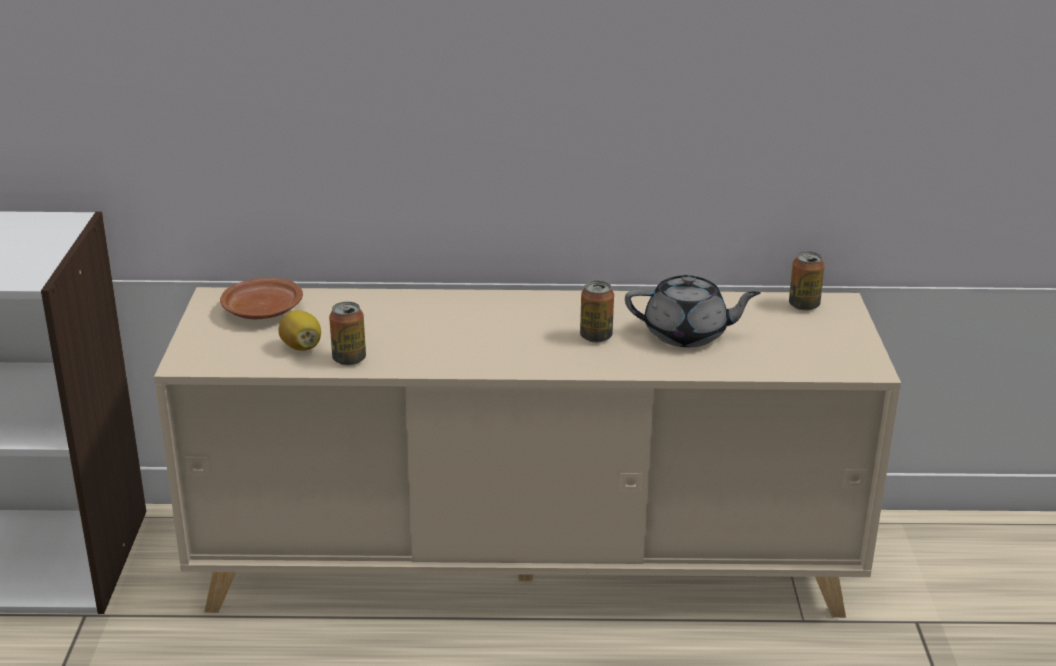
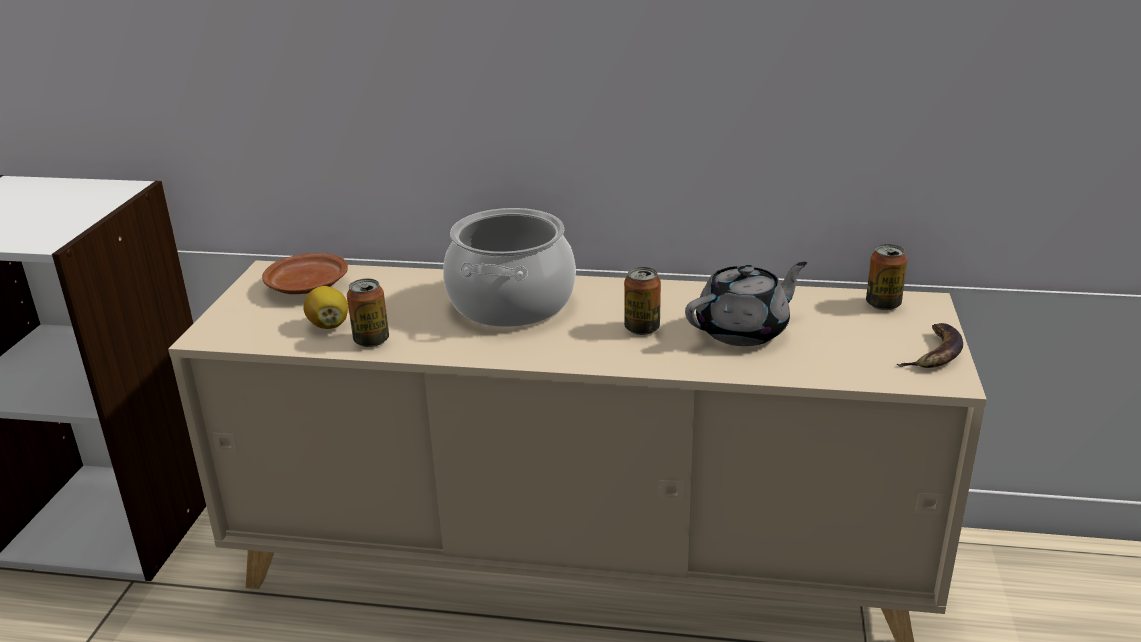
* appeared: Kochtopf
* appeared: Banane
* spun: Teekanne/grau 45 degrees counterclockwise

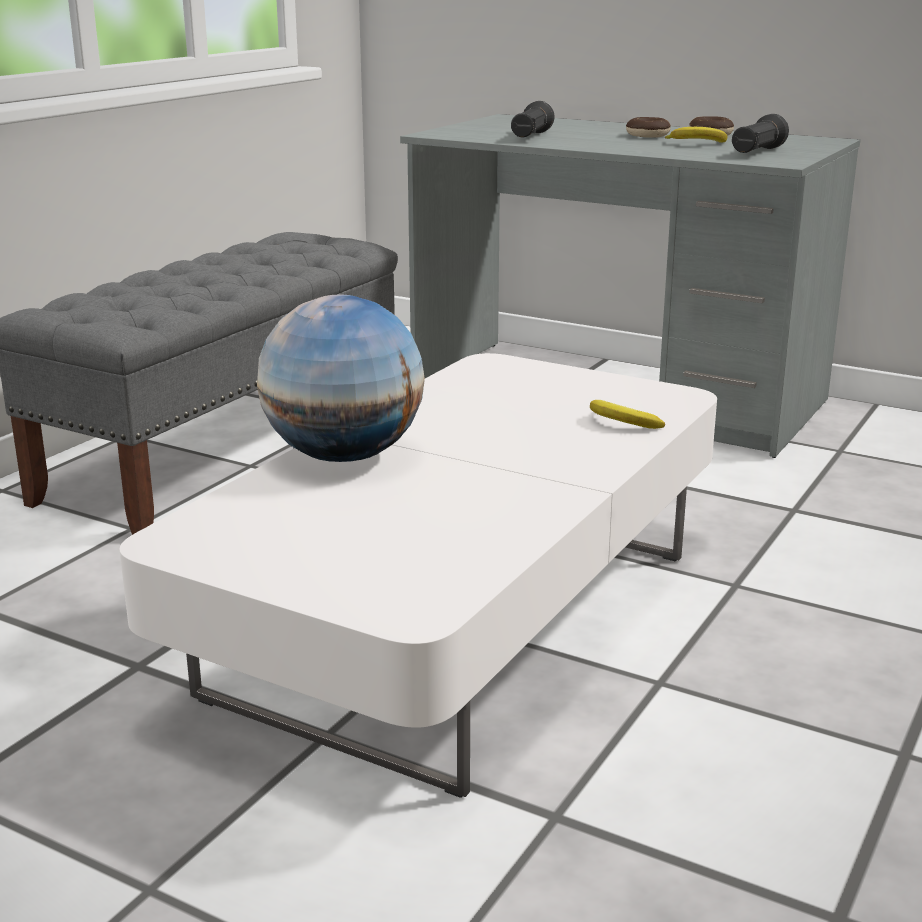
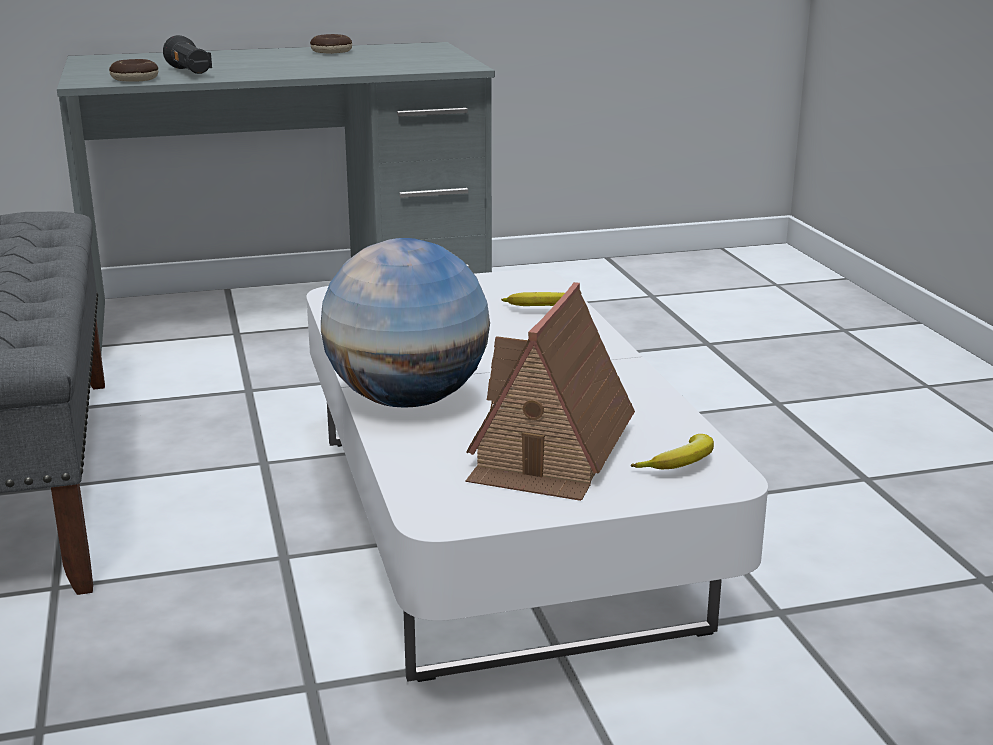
* missing: Taschenlampe/schwarz (no. 2 from left)
* appeared: Spielzeughaus
* relocated: Donut (no. 1 from left)
* relocated: Banane (no. 2 from left)

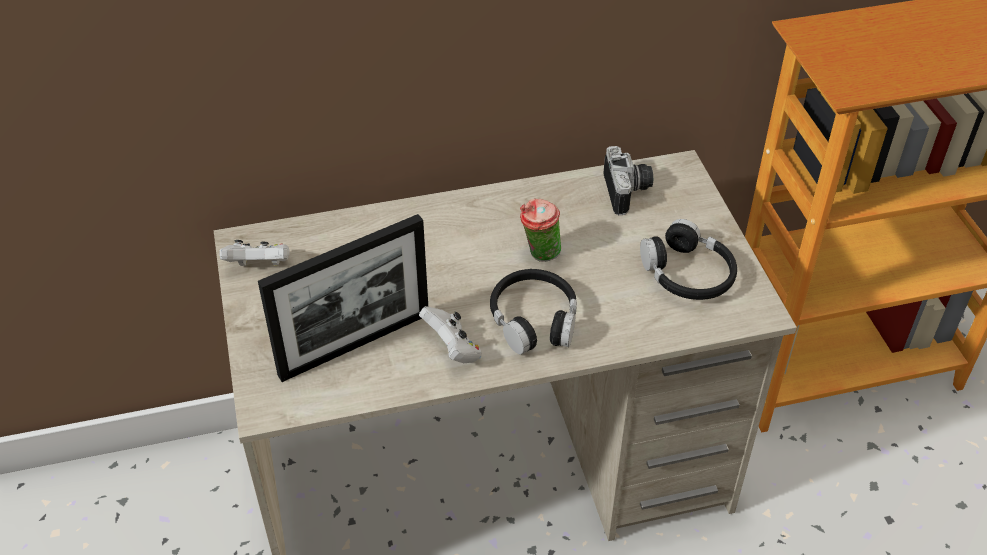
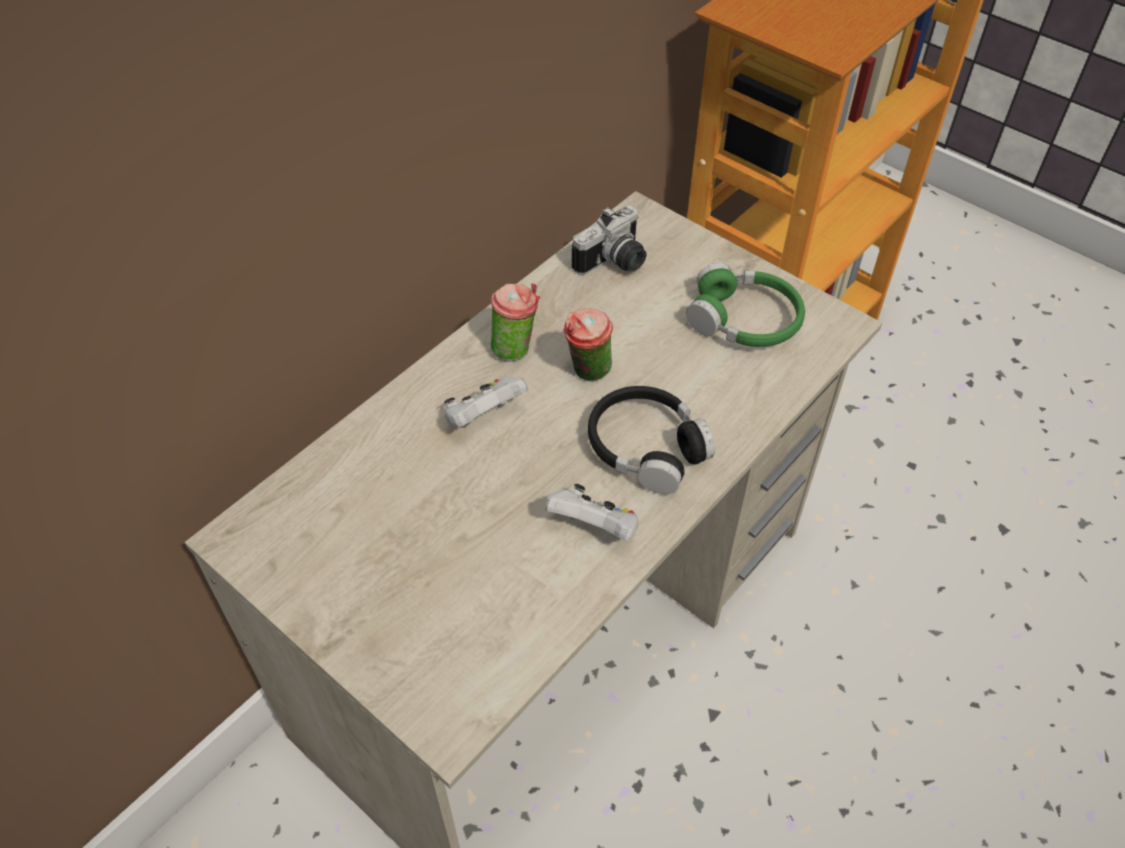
* missing: Bilderrahmen
* appeared: Tasse (no. 1 from left)
* relocated: Gamepad/weiß (no. 1 from left)
* colour: Kopfhörer/schwarz (no. 2 from left) to Kopfhörer/grün
* spun: Kamera 90 degrees clockwise

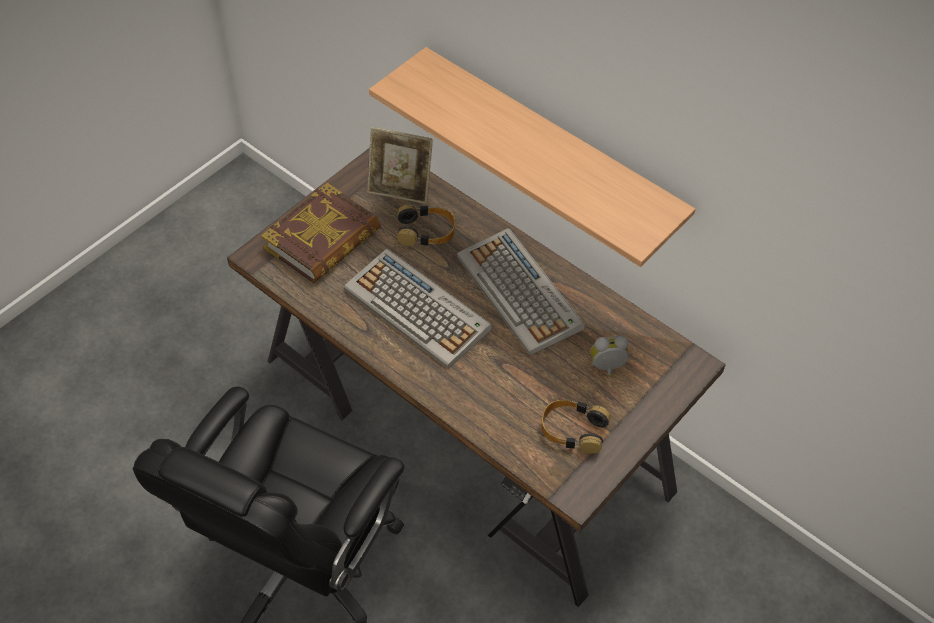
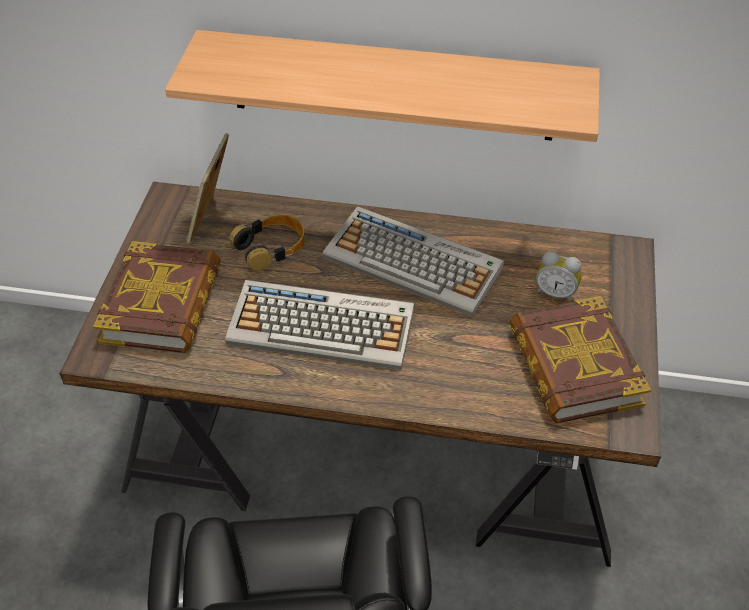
* exchanged: Kopfhörer (no. 2 from left) to Buch (no. 2 from left)
* spun: Bilderrahmen 120 degrees clockwise
* spun: Wecker 120 degrees counterclockwise

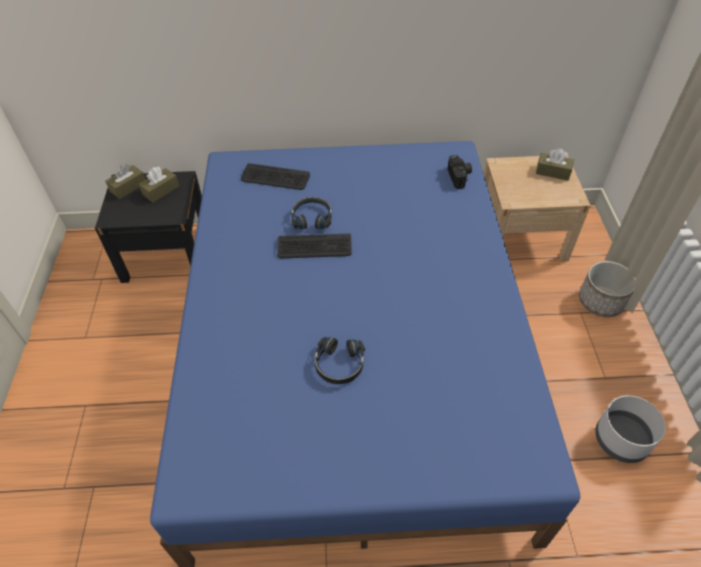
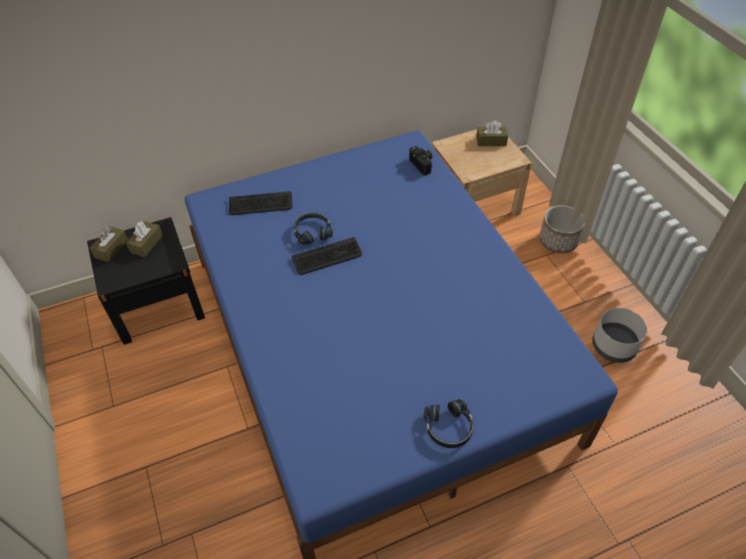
* relocated: Kopfhörer/schwarz (no. 2 from left)

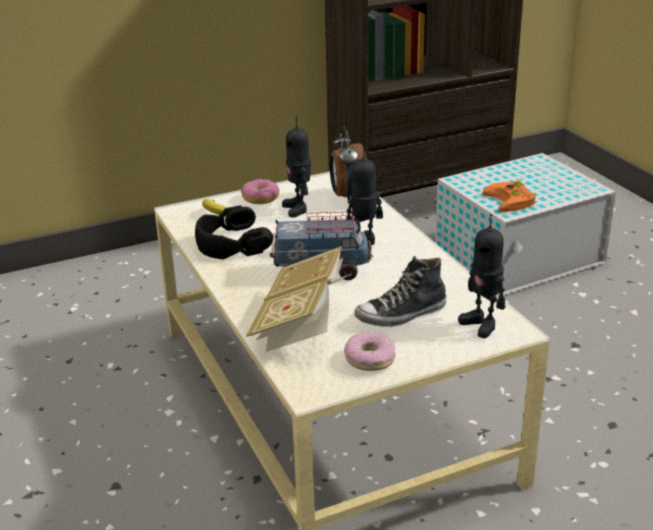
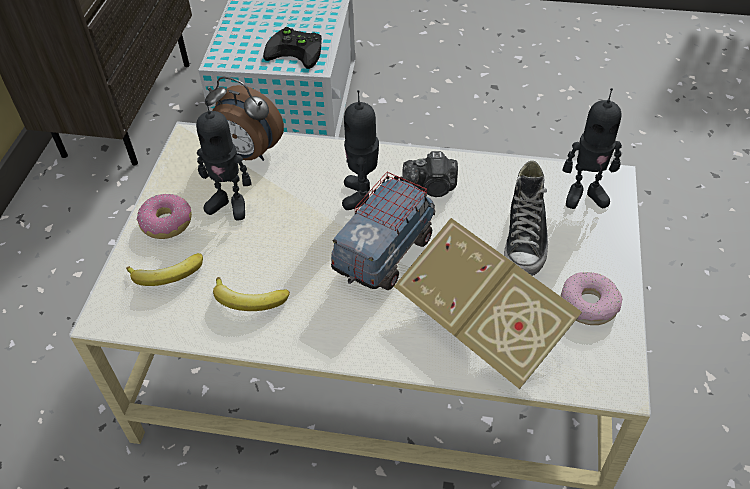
* appeared: Kamera
* exchanged: Kopfhörer/schwarz to Banane (no. 2 from left)
* colour: Gamepad/orange to Gamepad/schwarz

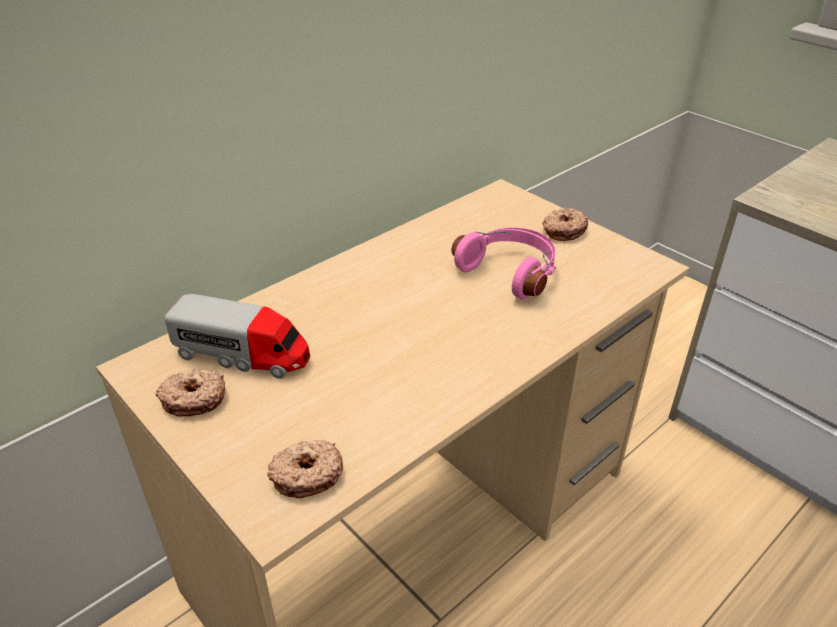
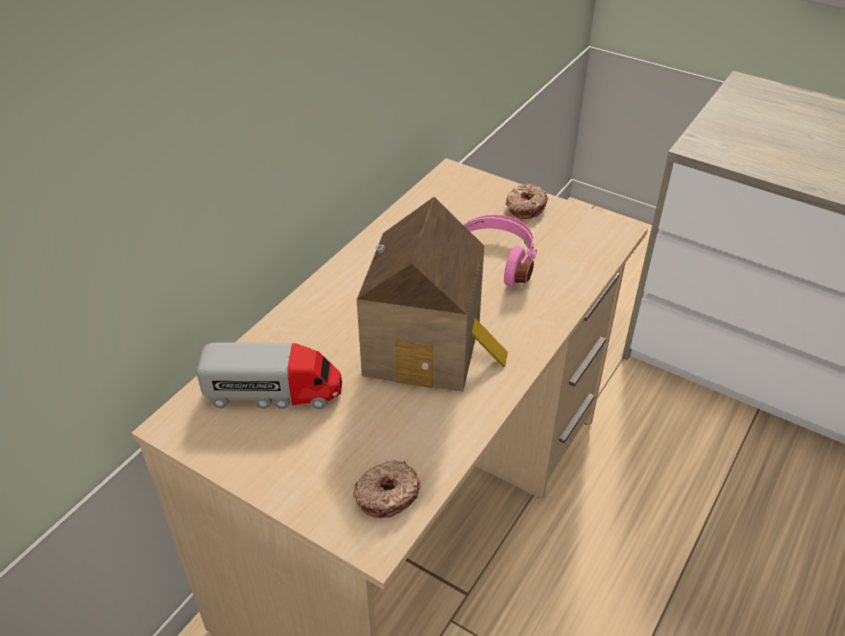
* missing: Donut (no. 1 from left)
* appeared: Spielzeughaus

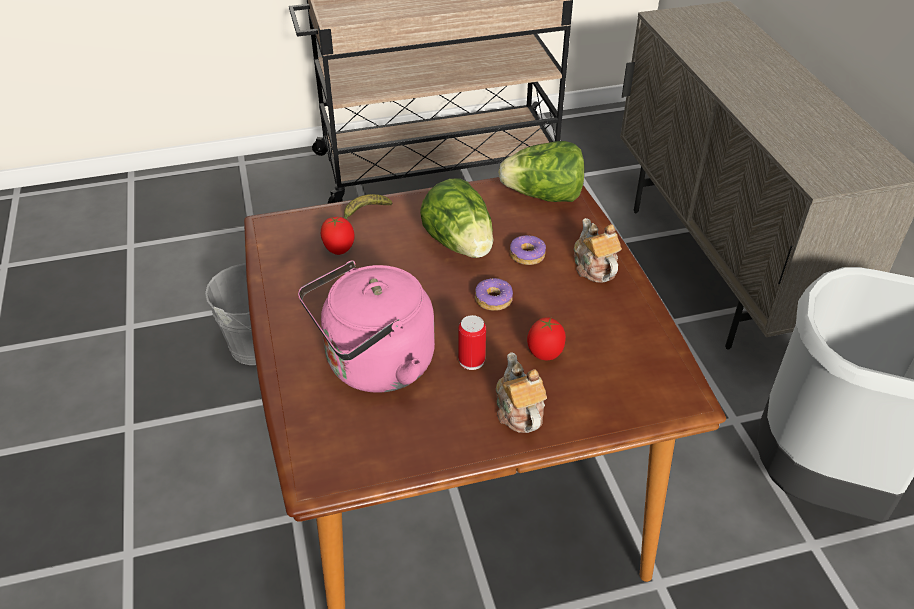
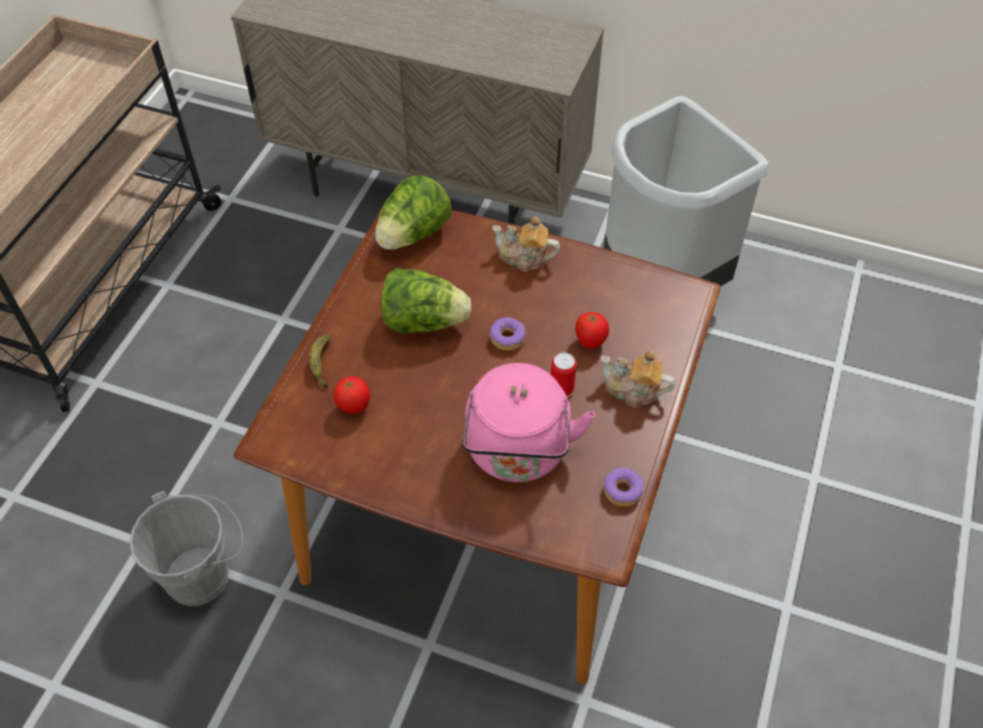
* relocated: Donut (no. 2 from left)

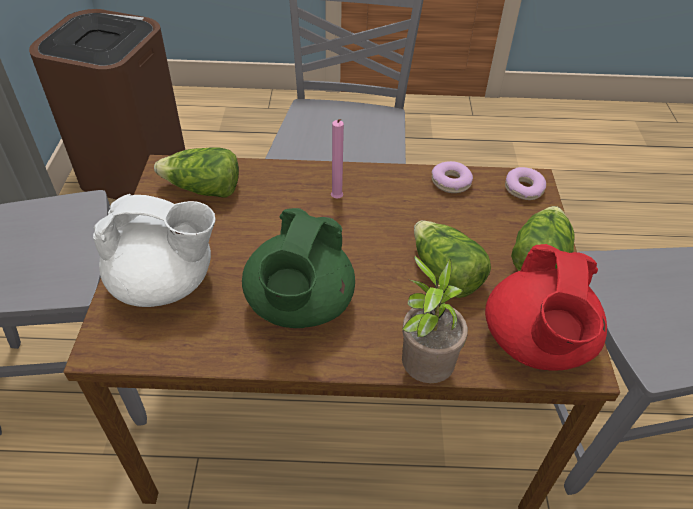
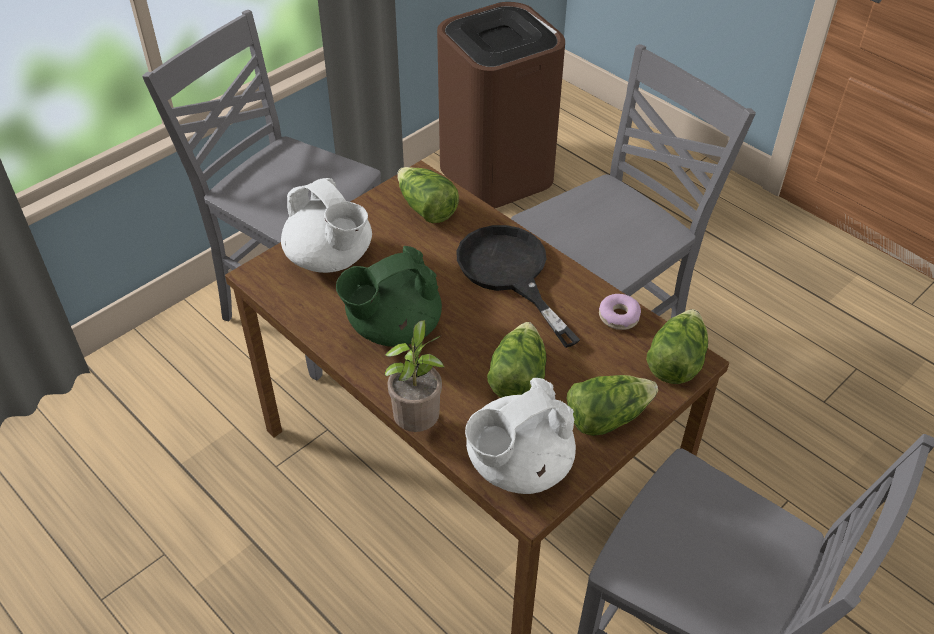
* exchanged: Kerze/rosa to Pfanne/schwarz
* exchanged: Donut (no. 2 from left) to Salatkopf (no. 4 from left)
* colour: Teekanne/rot to Teekanne/weiß (no. 2 from left)

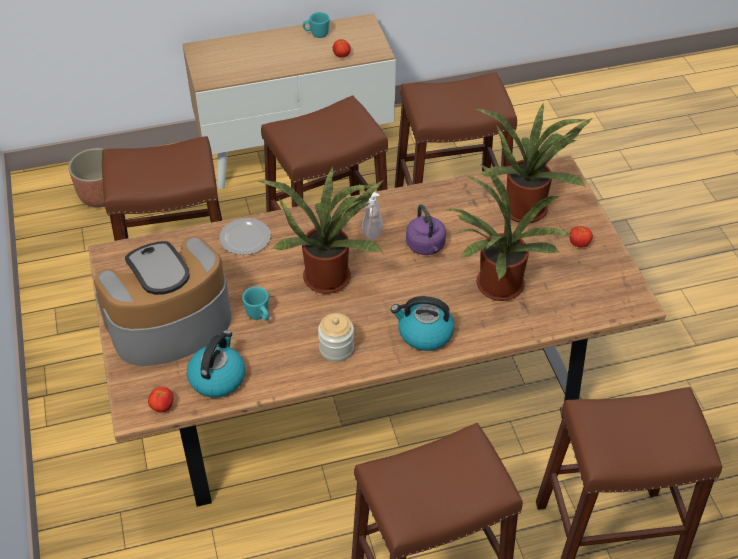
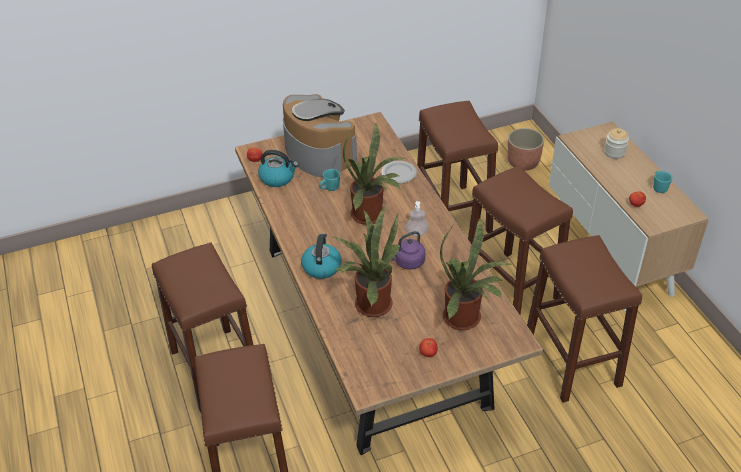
* relocated: Vorratsglas

